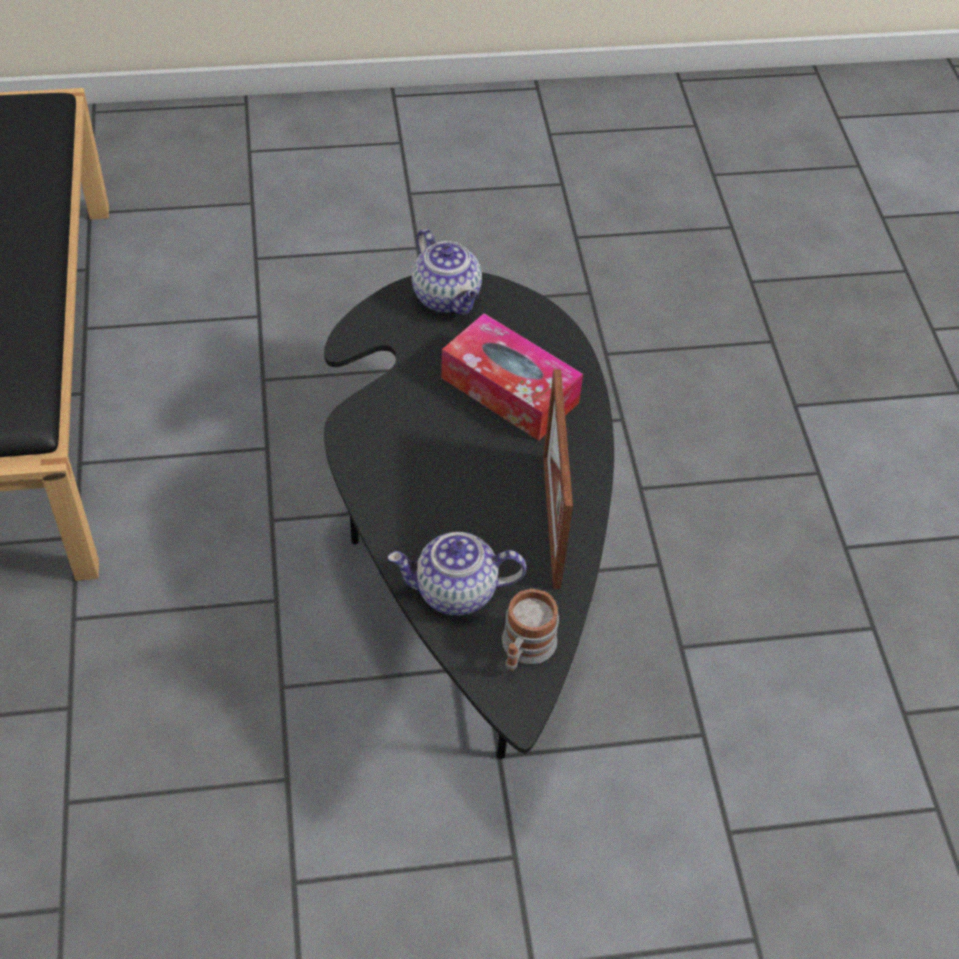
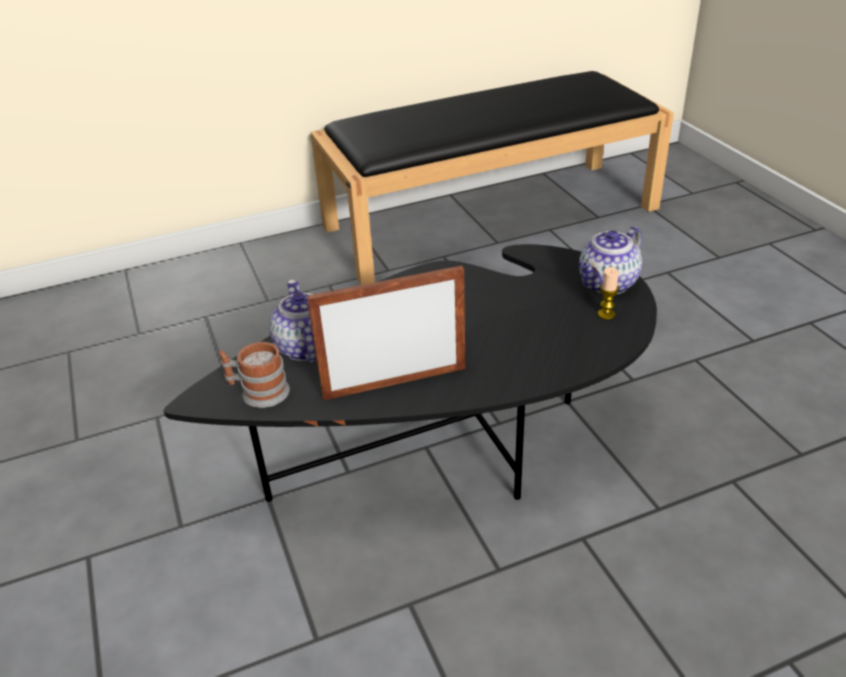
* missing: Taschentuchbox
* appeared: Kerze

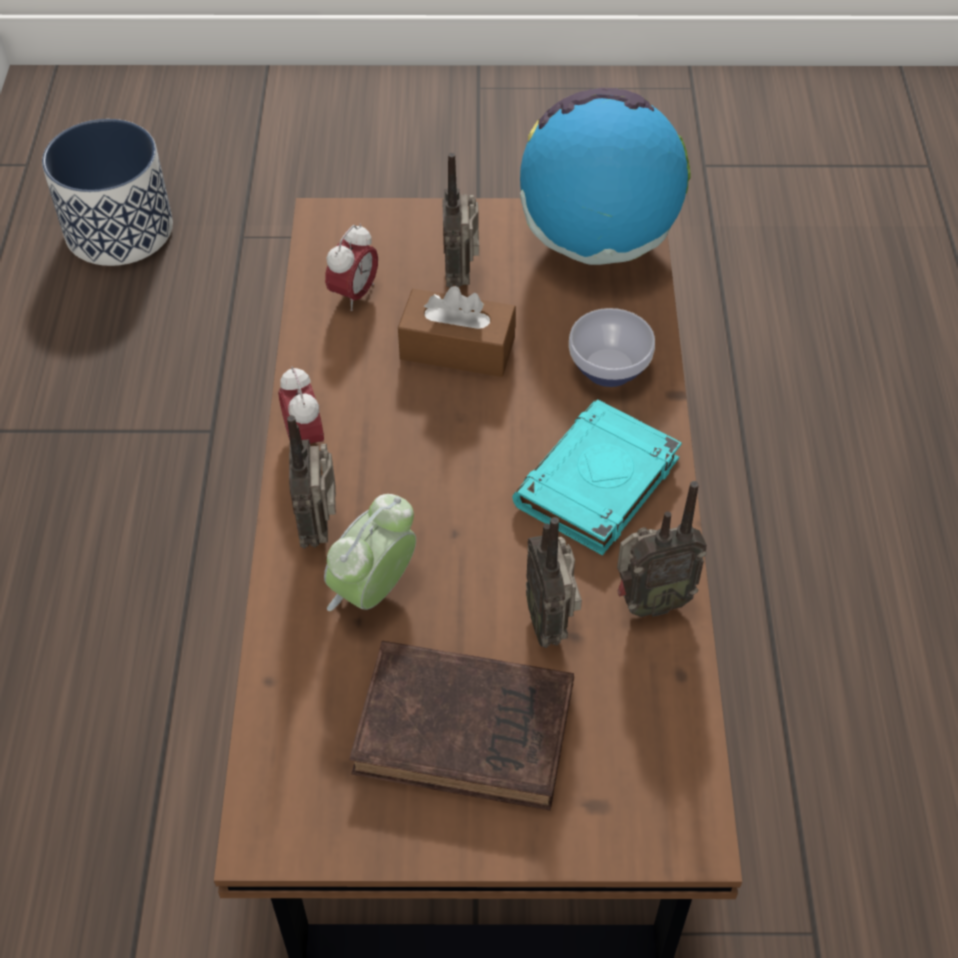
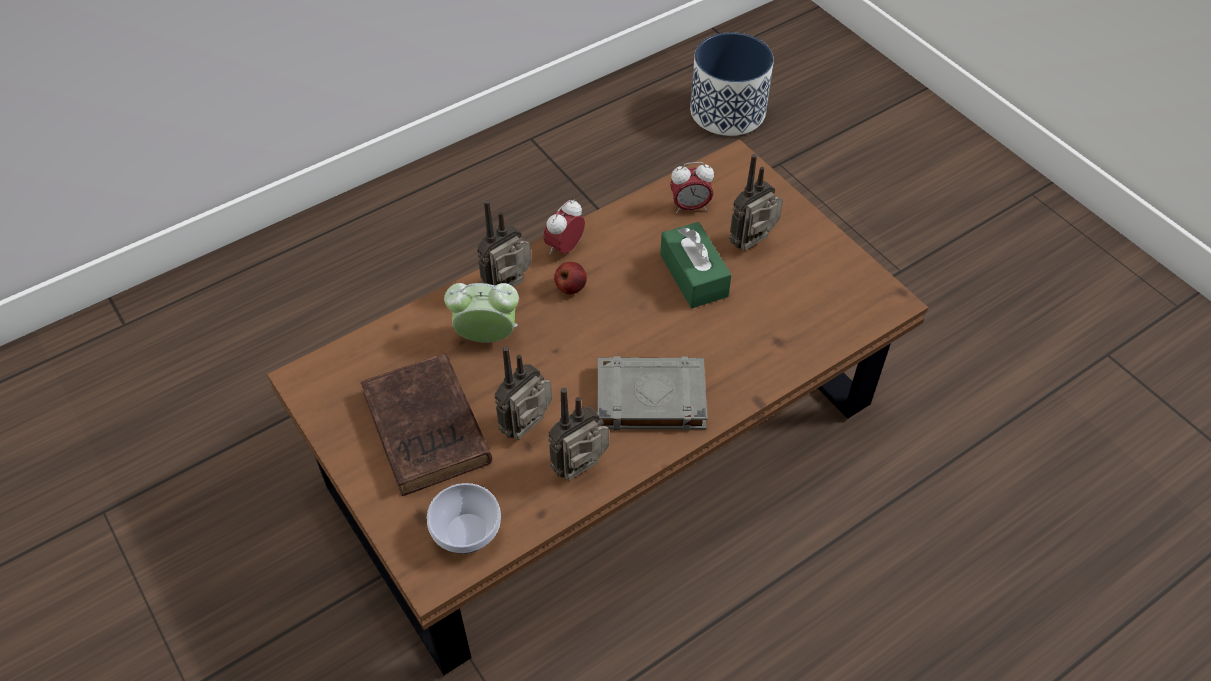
* missing: Globus
* appeared: Apfel
* relocated: Schüssel
* colour: Taschentuchbox/braun to Taschentuchbox/grün
* colour: Buch/türkis to Buch/grau
* spun: Radio (no. 4 from left in the first image) 105 degrees clockwise

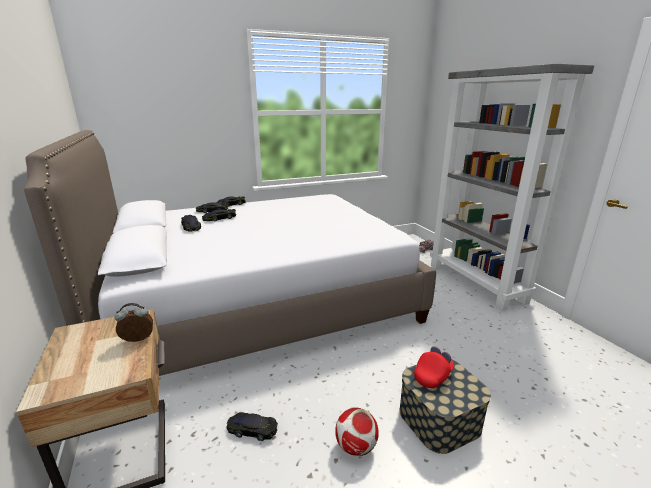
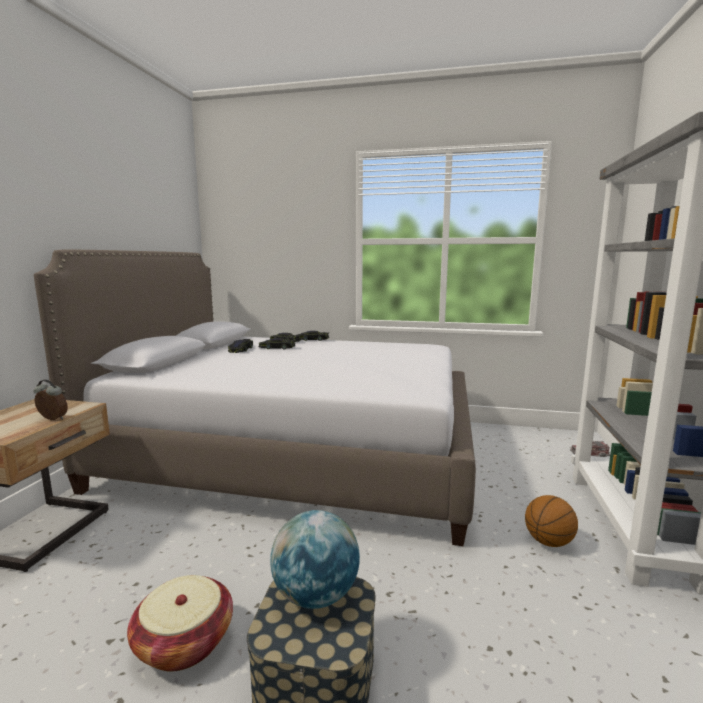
* missing: Spielzeugauto/schwarz (no. 5 from left)
* appeared: Basketball
* exchanged: Fußball to Korb
* exchanged: Kappe/rot to Globus

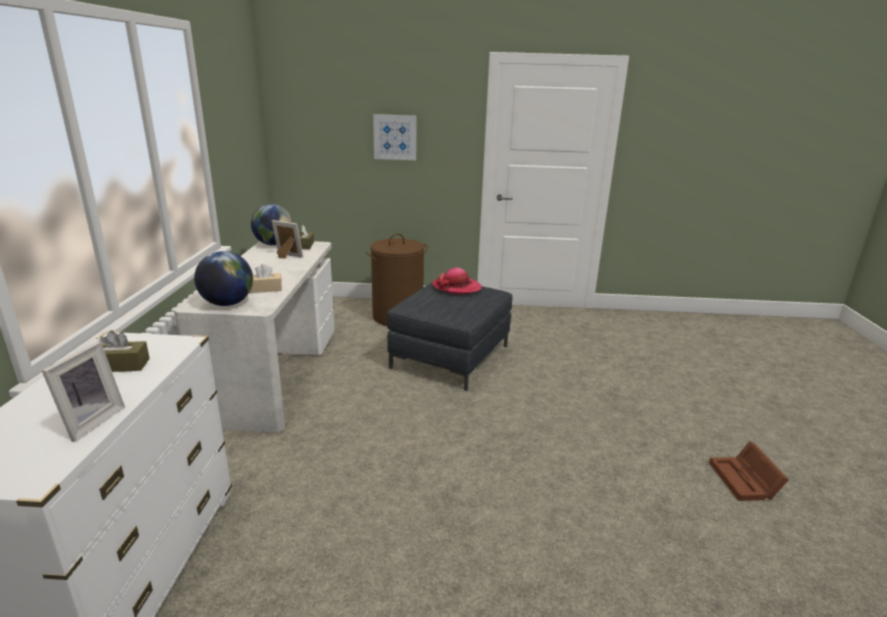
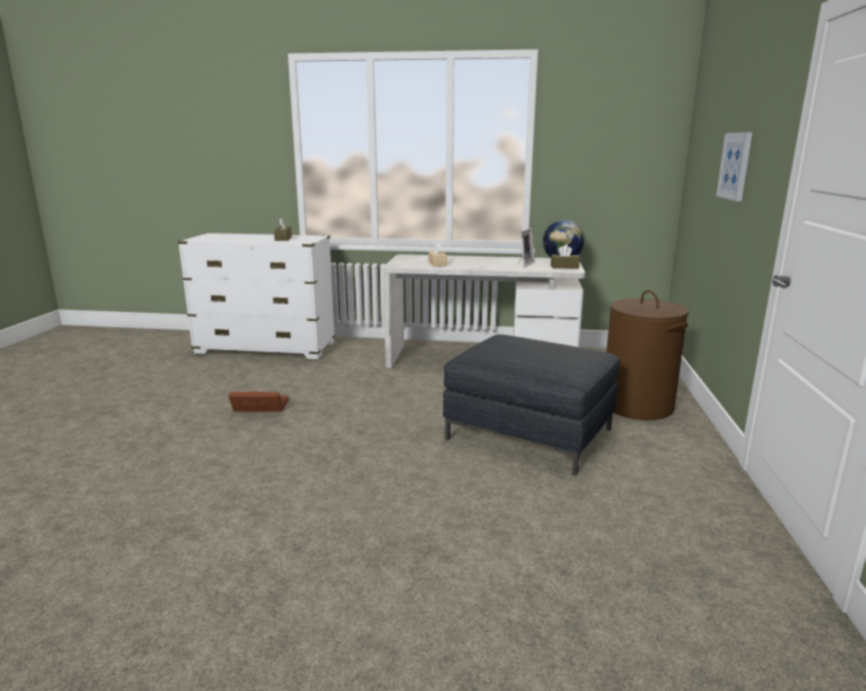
* missing: Bilderrahmen (no. 1 from left)
* missing: Globus (no. 1 from left)
* missing: Hut
* relocated: Aufbewahrungsbox/braun

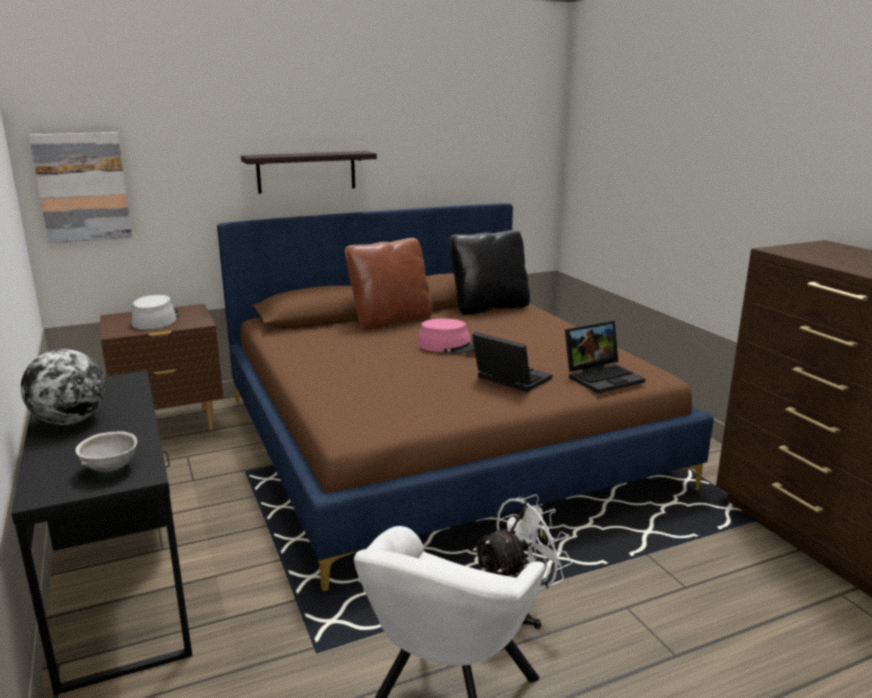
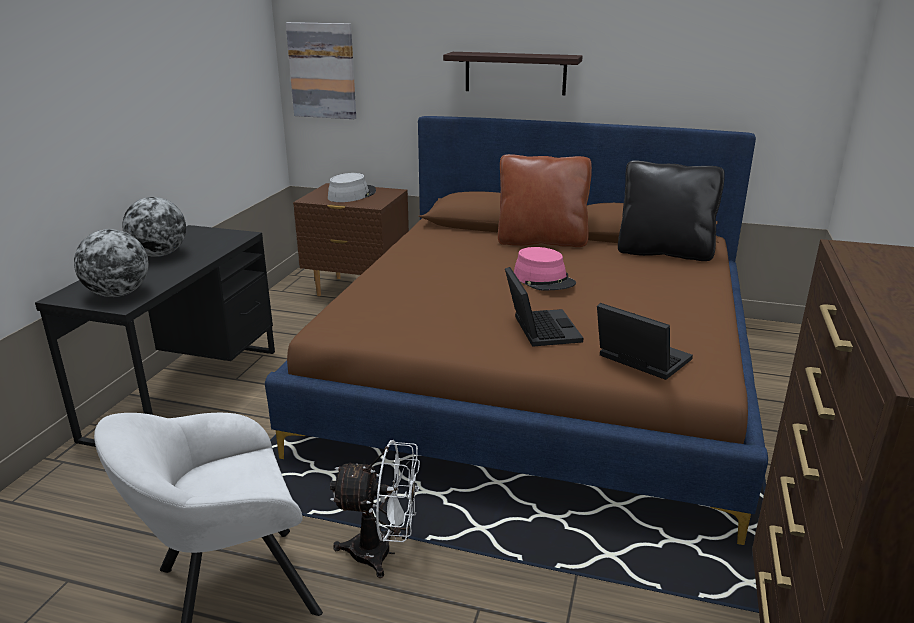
* exchanged: Schüssel/grau to Globus (no. 1 from left)
* spun: Laptop (no. 2 from left) 150 degrees counterclockwise

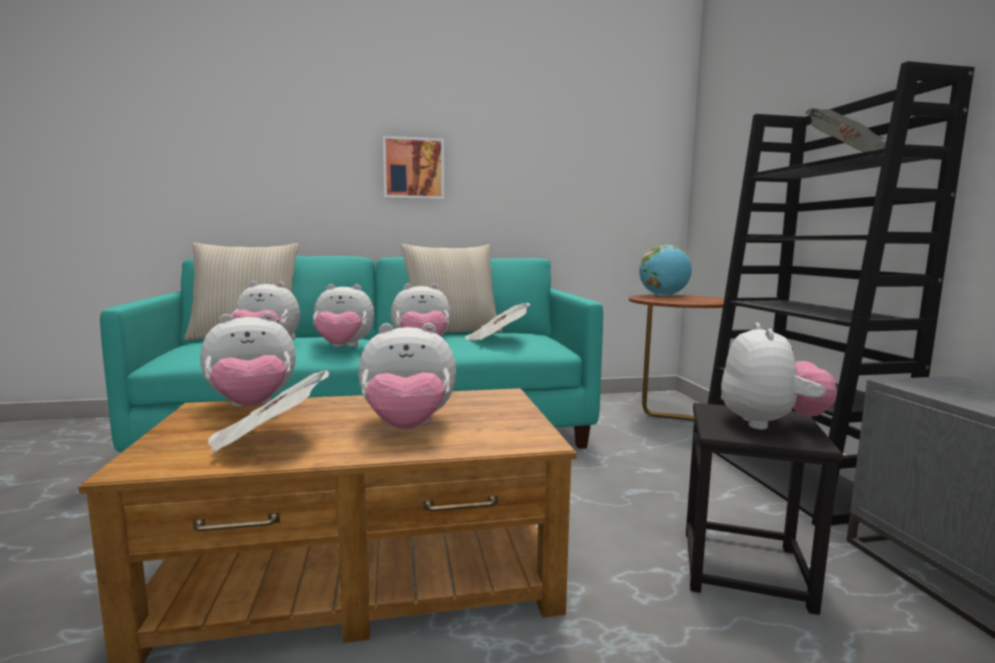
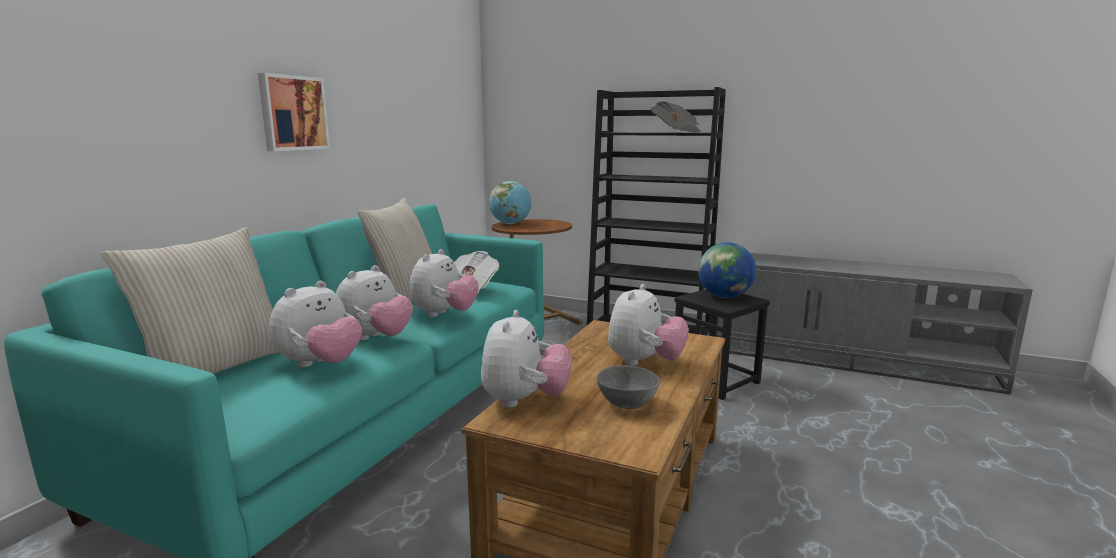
* exchanged: Zeitung (no. 1 from left) to Schüssel/grau
* exchanged: Plüschtier (no. 6 from left) to Globus (no. 2 from left)

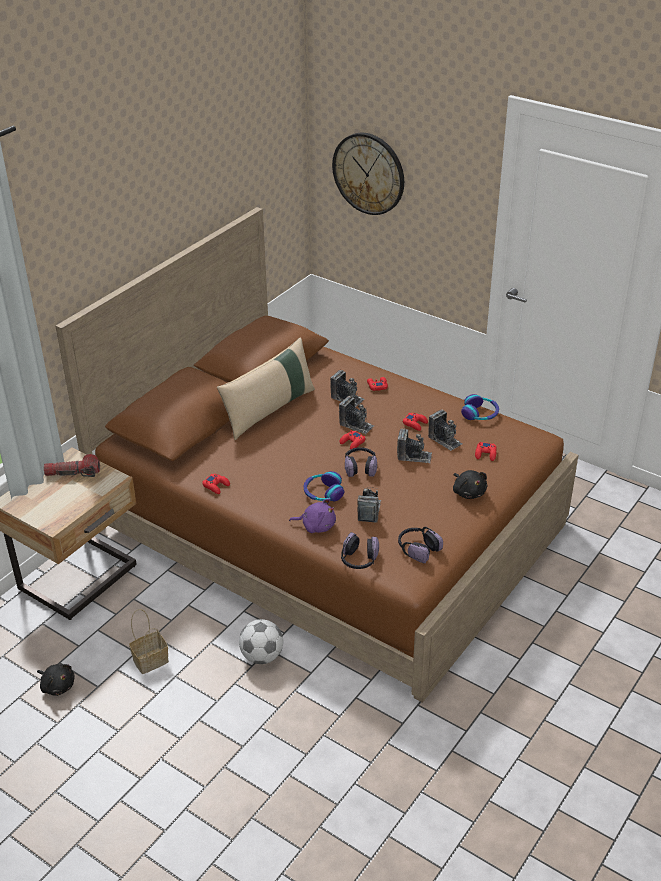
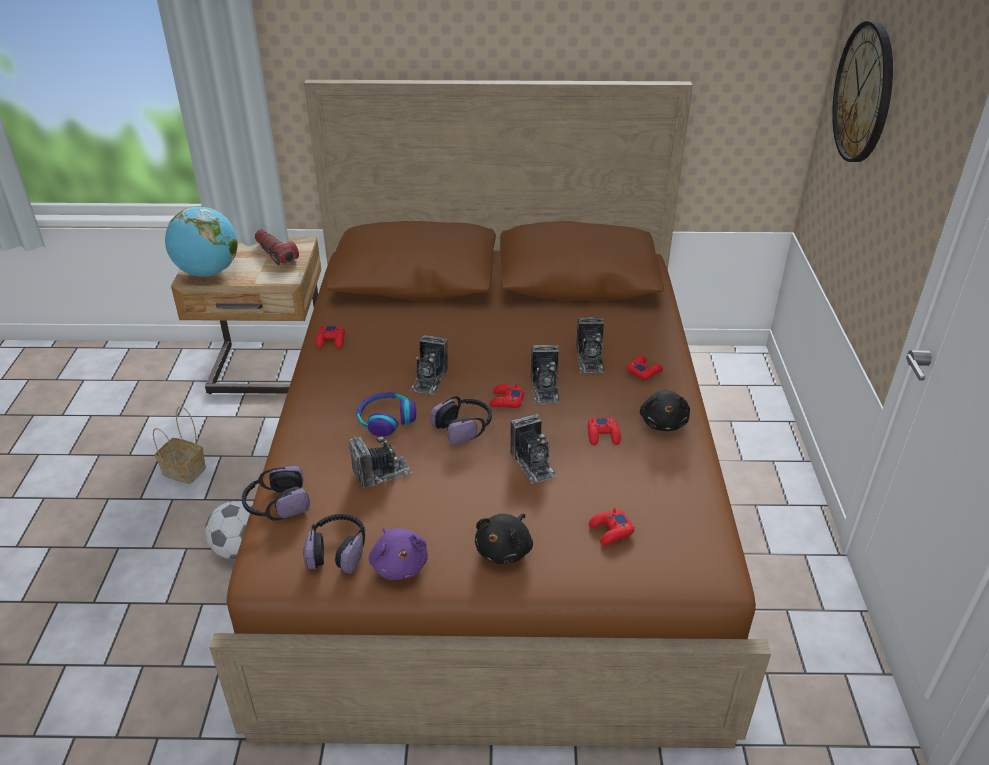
* missing: Kissen/beige
* missing: Kopfhörer (no. 5 from left)
* appeared: Globus
* relocated: Plüschtier/schwarz (no. 1 from left in the first image) to Plüschtier/schwarz (no. 2 from left)
* relocated: Plüschtier/lila
* relocated: Kamera (no. 5 from left in the first image) to Kamera (no. 2 from left)

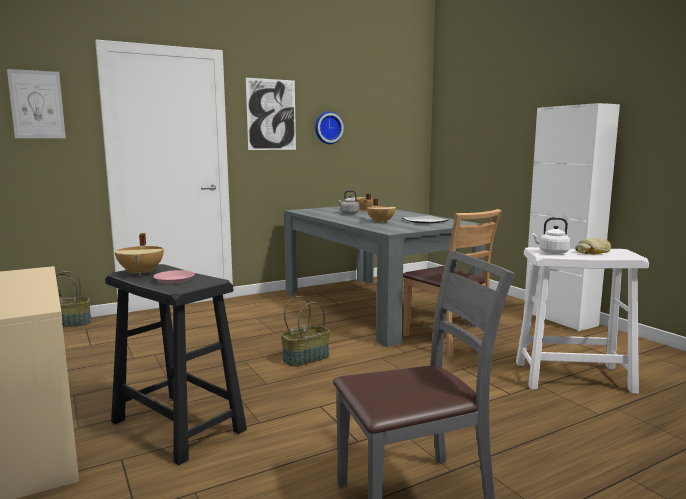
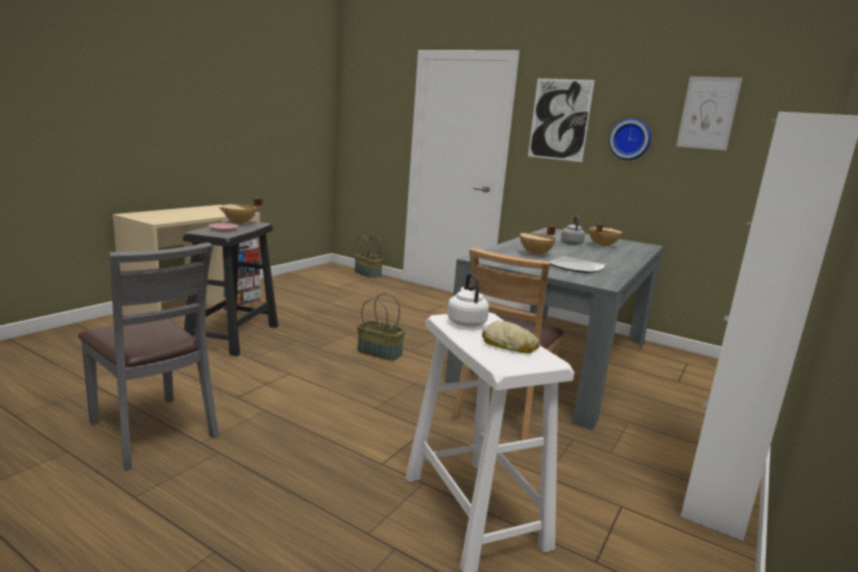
* relocated: Bild (no. 1 from left in the first image) to Bild (no. 2 from left)

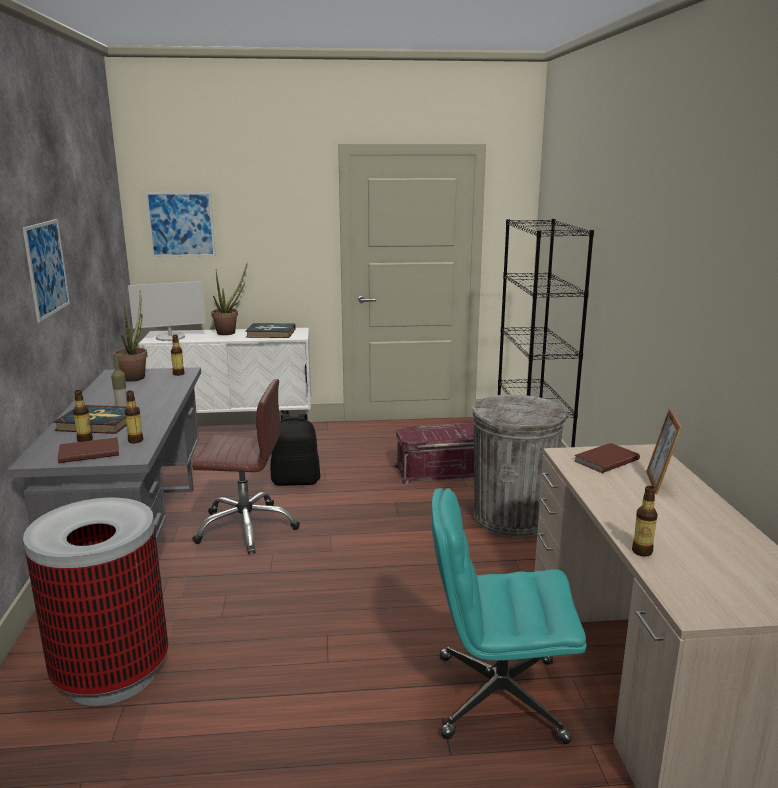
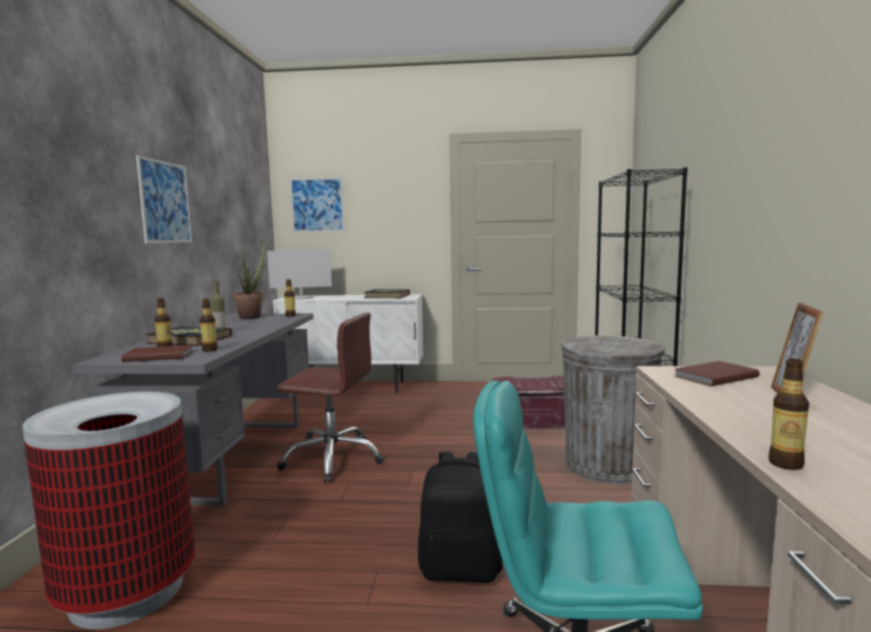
* missing: Topfpflanze (no. 2 from left)
* relocated: Rucksack/schwarz

